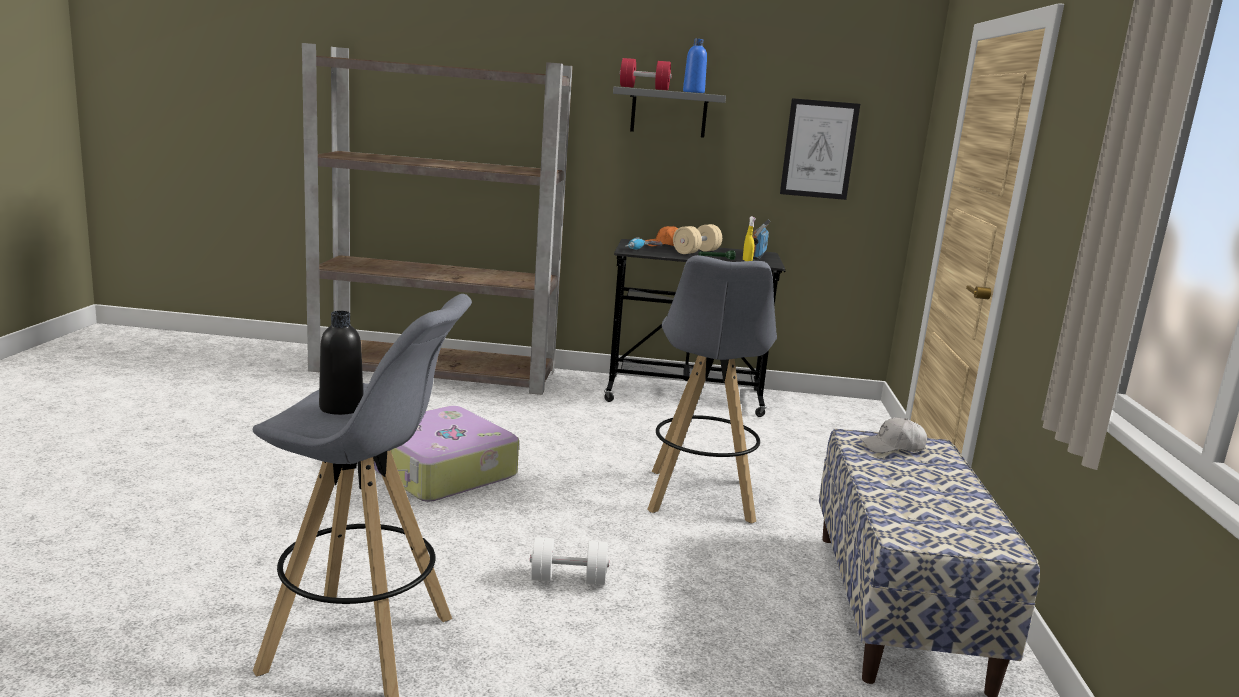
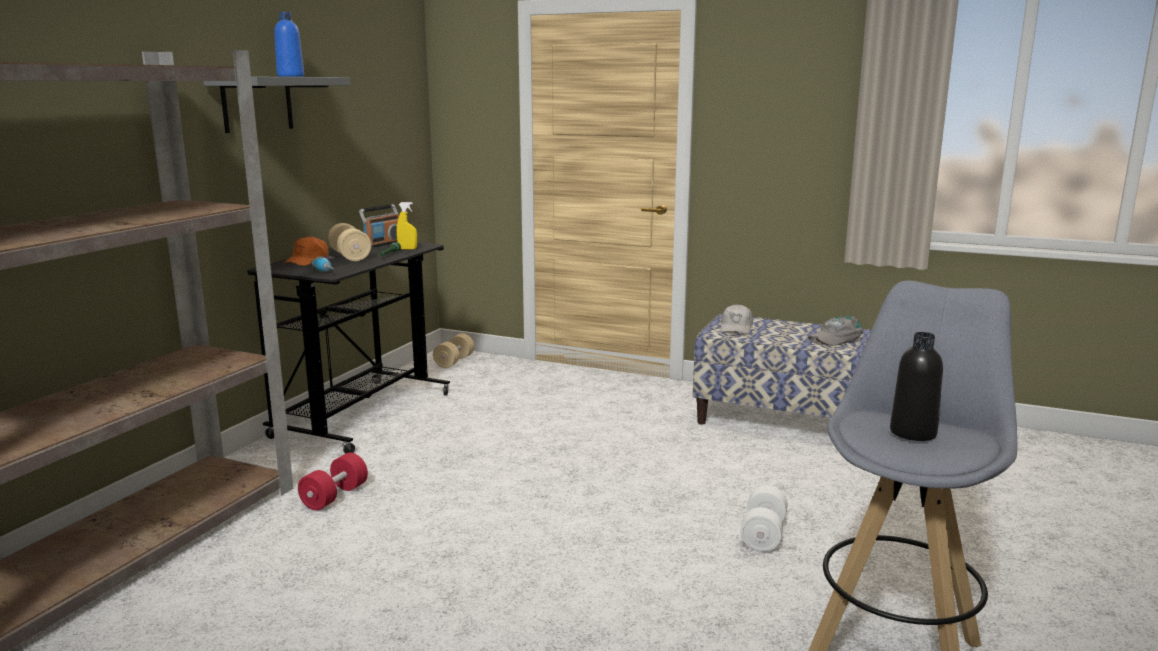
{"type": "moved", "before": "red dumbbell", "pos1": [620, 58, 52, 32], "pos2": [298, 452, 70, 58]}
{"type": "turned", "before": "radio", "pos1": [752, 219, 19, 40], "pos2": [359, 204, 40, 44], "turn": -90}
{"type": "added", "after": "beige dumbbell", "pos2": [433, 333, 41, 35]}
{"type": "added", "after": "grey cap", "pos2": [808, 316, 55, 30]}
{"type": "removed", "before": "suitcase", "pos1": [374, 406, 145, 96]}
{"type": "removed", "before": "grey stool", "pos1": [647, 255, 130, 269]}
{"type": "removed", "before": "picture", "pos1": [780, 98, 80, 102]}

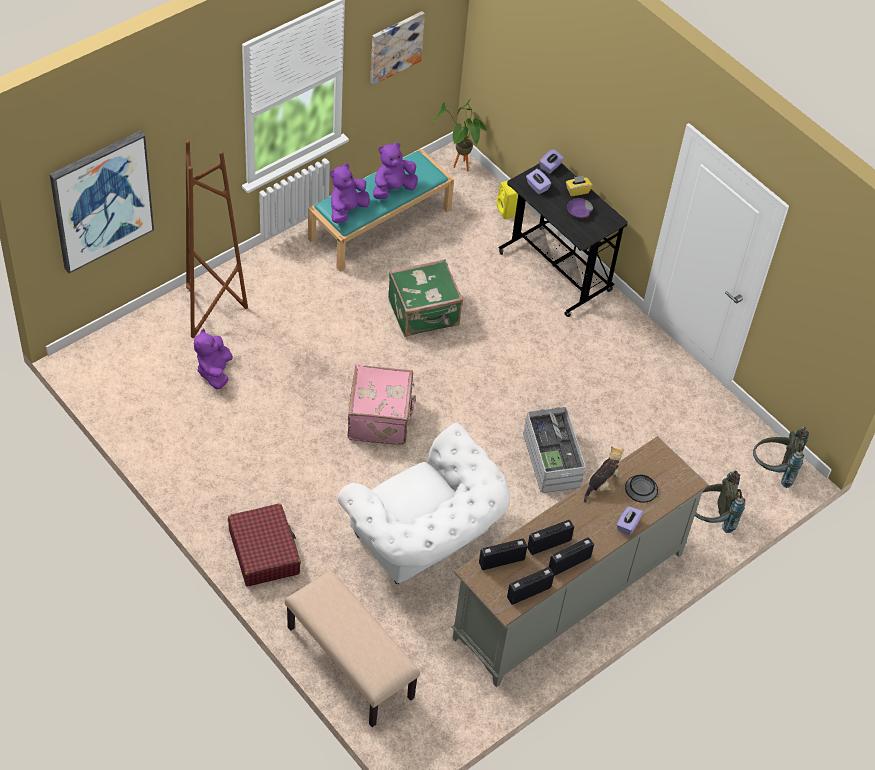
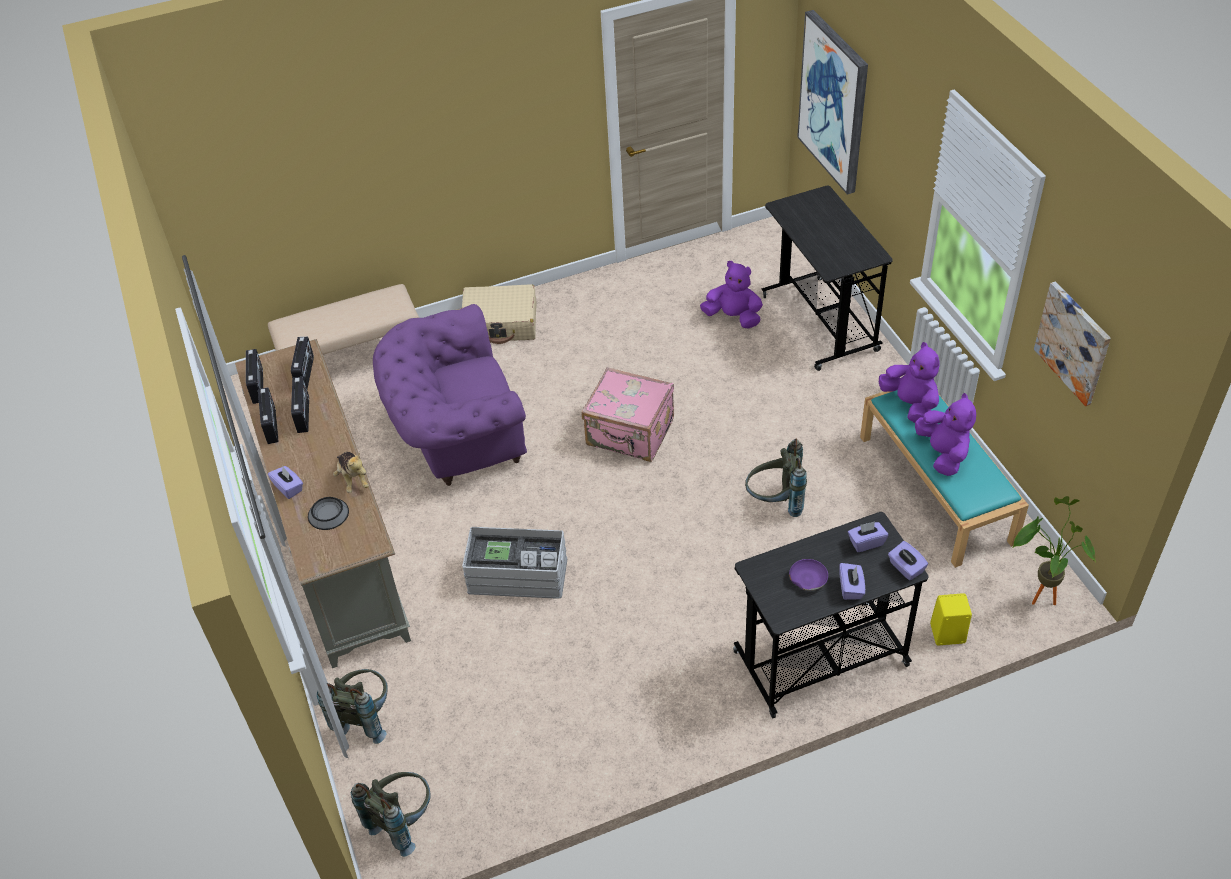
{"type": "recoloured", "before": "white armchair", "after": "purple armchair", "pos1": [337, 423, 173, 161], "pos2": [373, 304, 154, 182]}
{"type": "recoloured", "before": "red suitcase", "after": "beige suitcase", "pos1": [228, 503, 73, 84], "pos2": [462, 284, 75, 60]}
{"type": "replaced", "before": "green suitcase", "after": "grey backpack", "pos1": [388, 259, 75, 78], "pos2": [745, 439, 62, 78]}
{"type": "replaced", "before": "brown clothes rack", "after": "black desk", "pos1": [186, 140, 62, 198], "pos2": [762, 186, 131, 185]}
{"type": "recoloured", "before": "yellow tissue box", "after": "purple tissue box", "pos1": [566, 176, 27, 20], "pos2": [839, 563, 26, 37]}

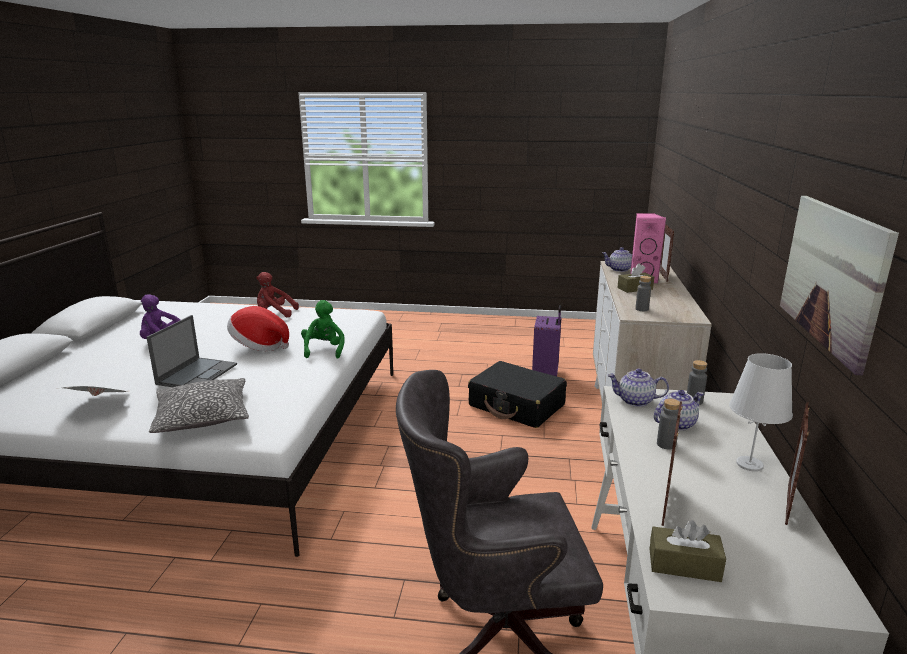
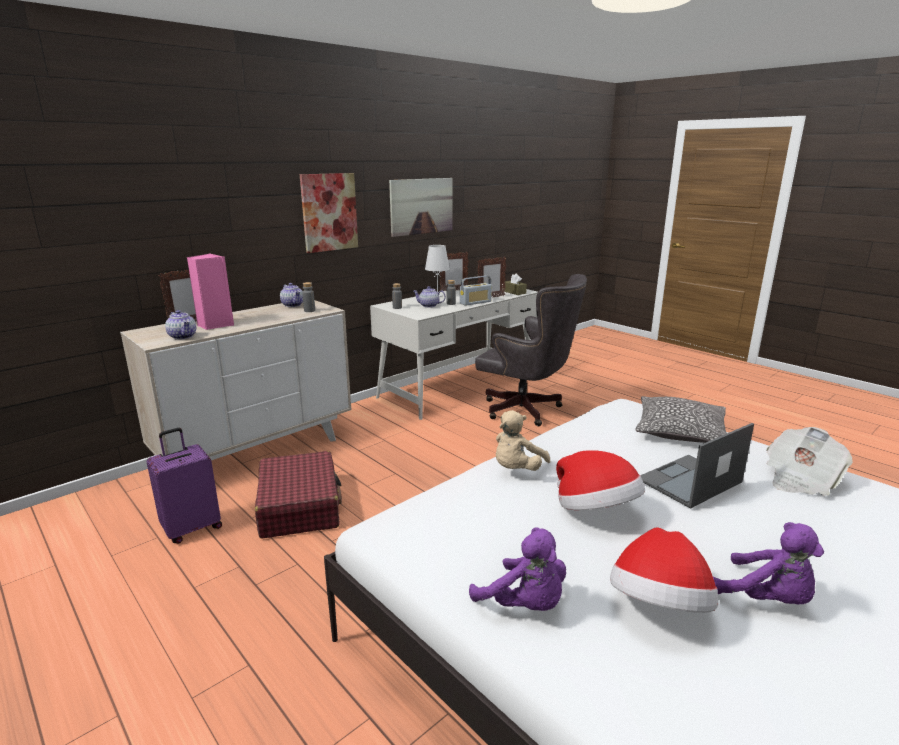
{"type": "recoloured", "before": "black suitcase", "after": "red suitcase", "pos1": [468, 361, 99, 67], "pos2": [255, 451, 87, 88]}
{"type": "moved", "before": "teapot", "pos1": [607, 368, 62, 39], "pos2": [280, 283, 23, 24]}
{"type": "added", "after": "picture", "pos2": [300, 173, 58, 80]}
{"type": "added", "after": "radio", "pos2": [460, 276, 32, 30]}
{"type": "recoloured", "before": "red plush toy", "after": "purple plush toy", "pos1": [256, 272, 43, 45], "pos2": [469, 527, 97, 84]}
{"type": "recoloured", "before": "green plush toy", "after": "beige plush toy", "pos1": [301, 300, 44, 58], "pos2": [496, 410, 54, 61]}
{"type": "added", "after": "hat", "pos2": [610, 527, 108, 86]}
{"type": "removed", "before": "brown tissue box", "pos1": [617, 263, 37, 30]}

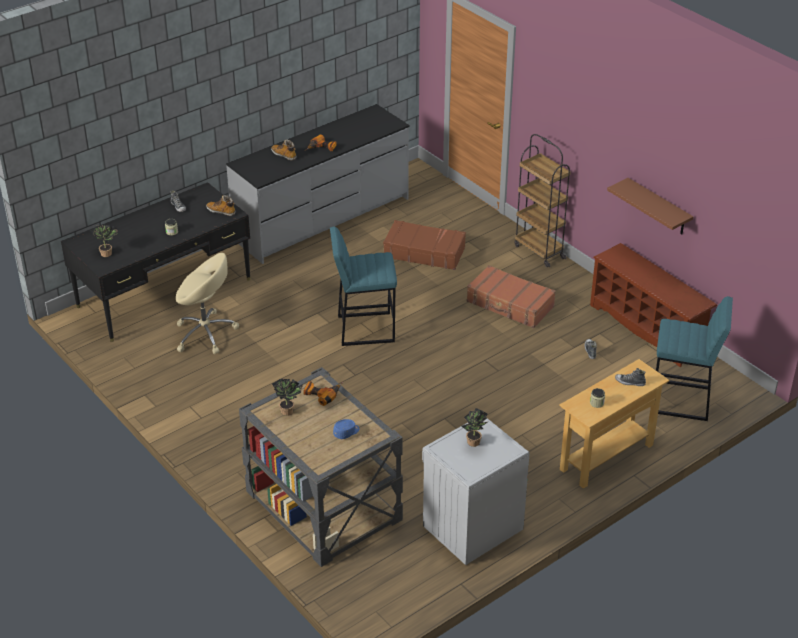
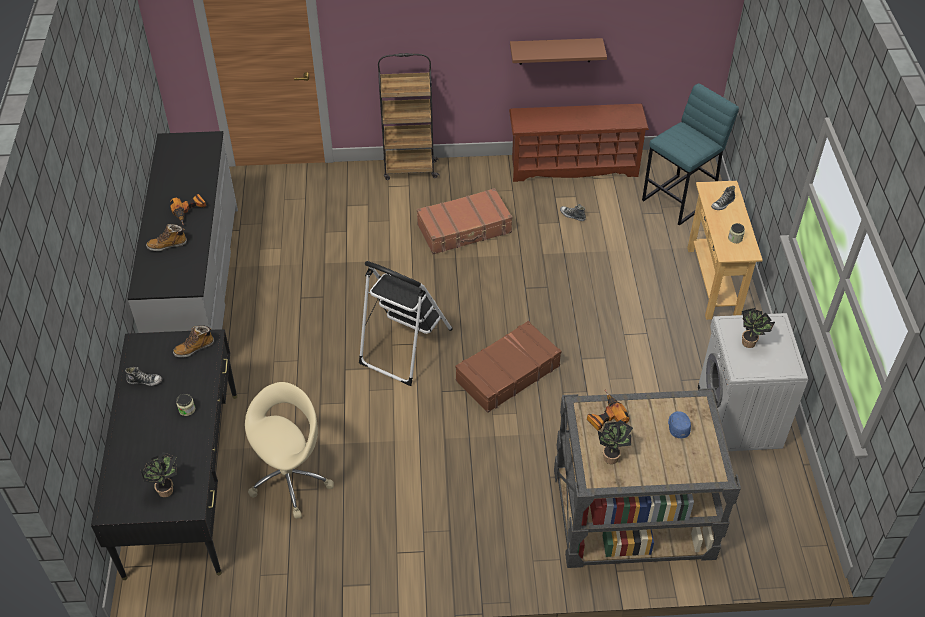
{"type": "replaced", "before": "turquoise stool", "after": "step ladder", "pos1": [330, 227, 67, 119], "pos2": [359, 261, 94, 125]}
{"type": "moved", "before": "brown suitcase", "pos1": [383, 220, 83, 50], "pos2": [456, 321, 105, 92]}

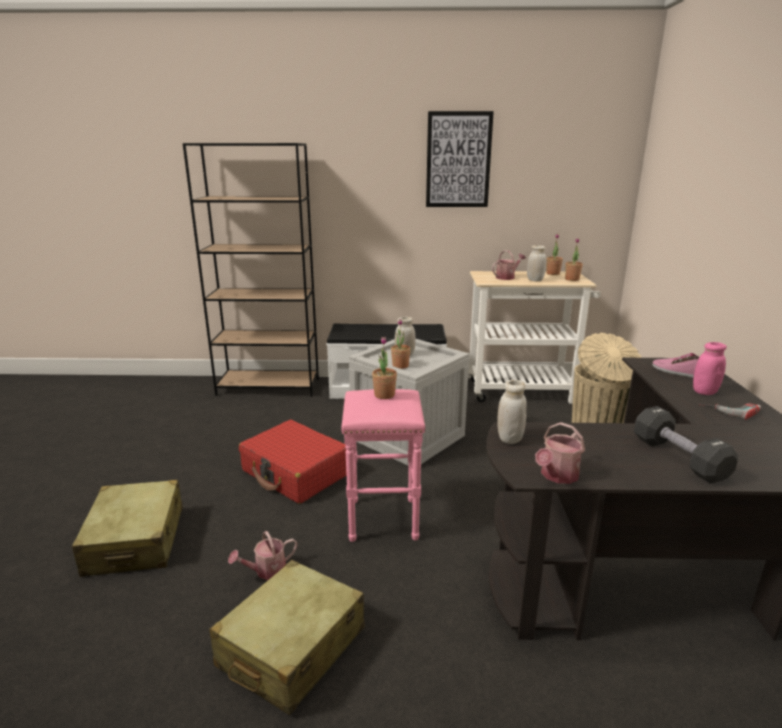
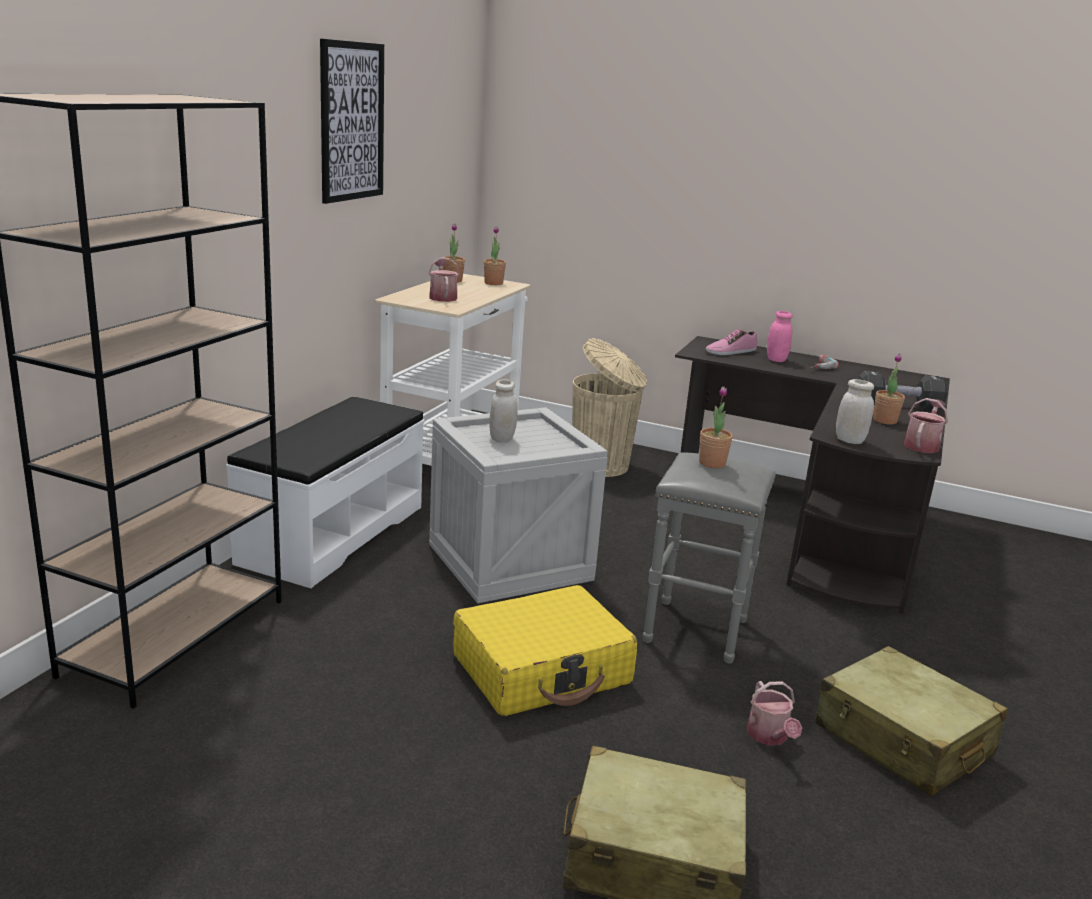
{"type": "recoloured", "before": "red suitcase", "after": "yellow suitcase", "pos1": [239, 420, 108, 84], "pos2": [453, 585, 184, 131]}
{"type": "recoloured", "before": "pink stool", "after": "grey stool", "pos1": [341, 389, 84, 153], "pos2": [643, 452, 133, 212]}
{"type": "moved", "before": "potted plant", "pos1": [391, 319, 20, 50], "pos2": [873, 354, 32, 70]}
{"type": "turned", "before": "watering can", "pos1": [535, 422, 50, 62], "pos2": [904, 398, 44, 55], "turn": -120}
{"type": "removed", "before": "white jar", "pos1": [527, 245, 19, 37]}

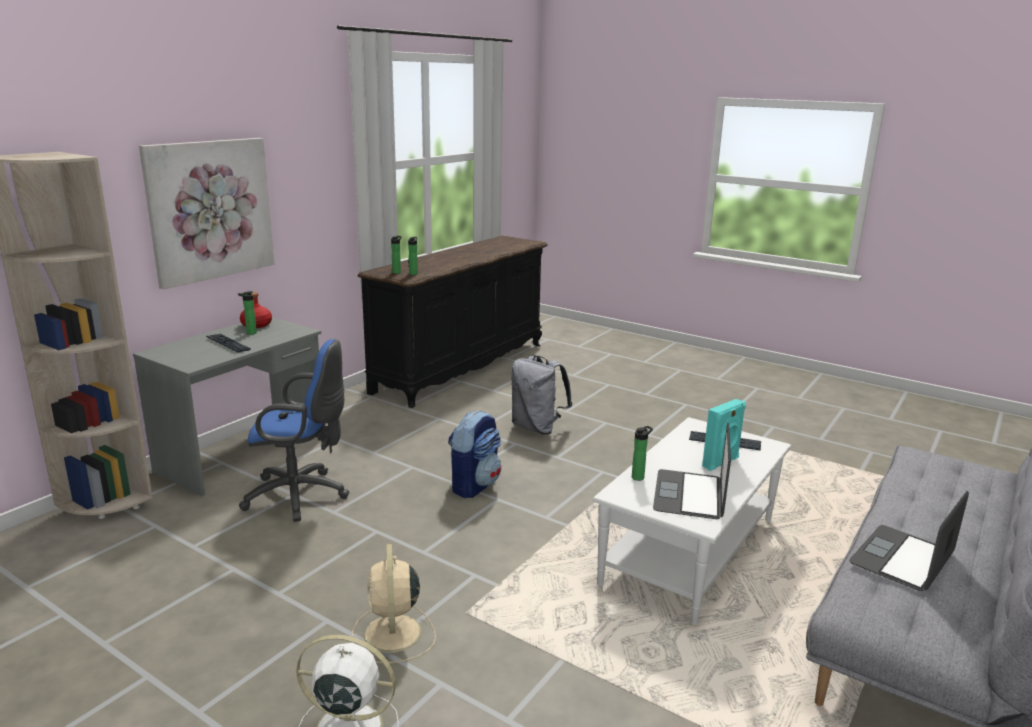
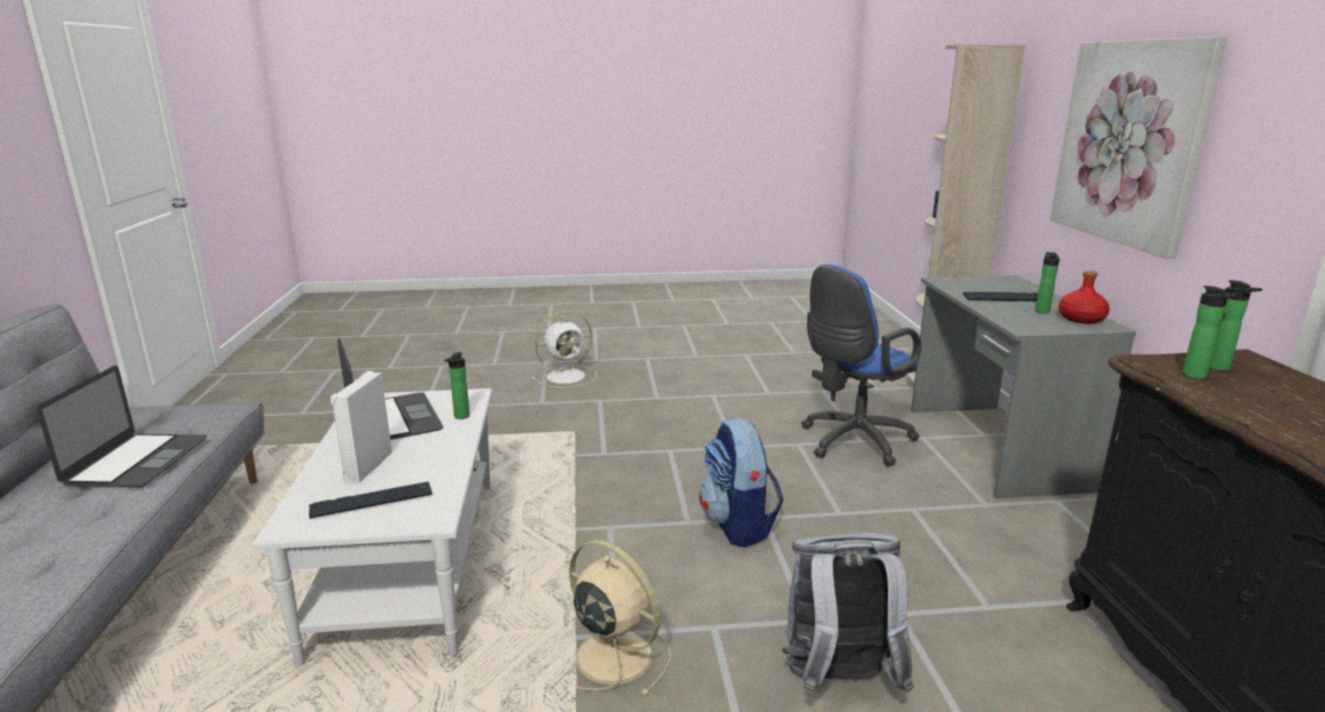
{"type": "recoloured", "before": "turquoise speaker", "after": "white speaker", "pos1": [702, 399, 44, 72], "pos2": [330, 371, 62, 112]}
{"type": "moved", "before": "beige fan", "pos1": [352, 544, 84, 119], "pos2": [559, 540, 112, 157]}

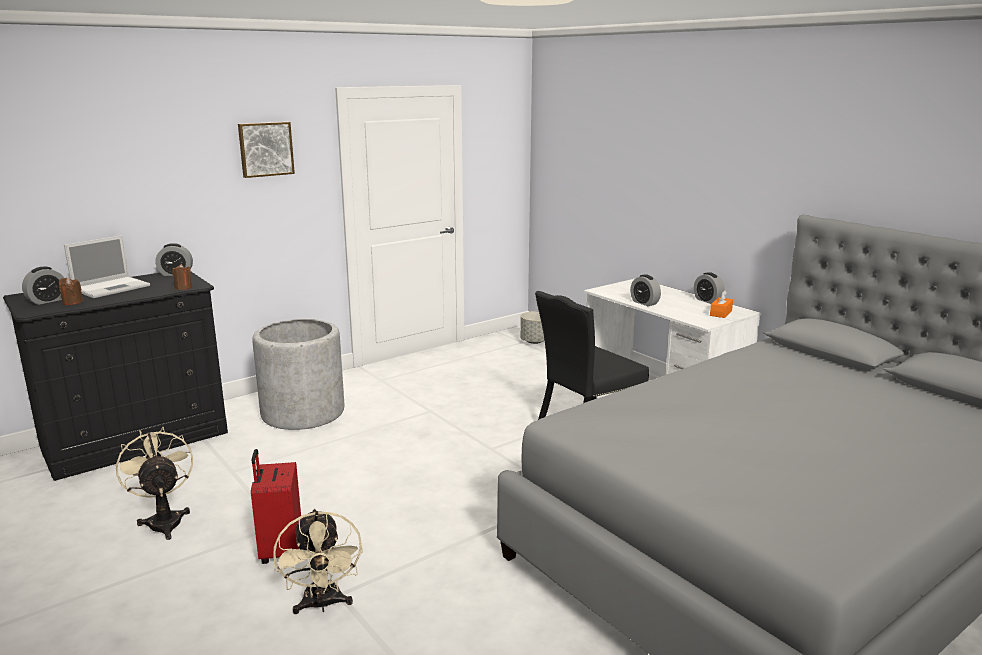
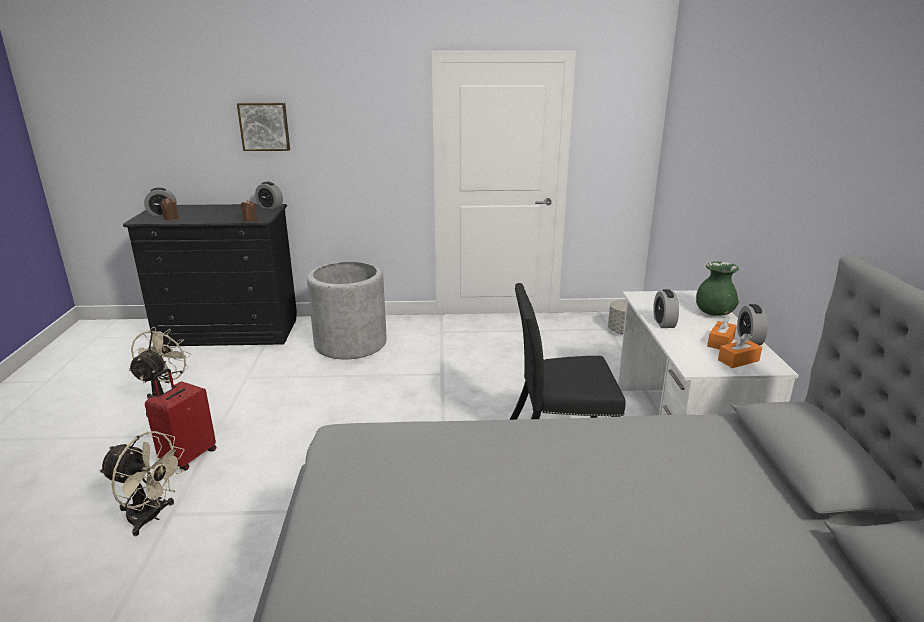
{"type": "turned", "before": "beige fan", "pos1": [273, 509, 90, 105], "pos2": [99, 431, 86, 105], "turn": -90}
{"type": "moved", "before": "picture", "pos1": [238, 122, 57, 56], "pos2": [237, 103, 53, 48]}
{"type": "added", "after": "green vase", "pos2": [696, 261, 43, 55]}
{"type": "added", "after": "orange tissue box", "pos2": [707, 316, 30, 34]}
{"type": "removed", "before": "laptop", "pos1": [64, 235, 86, 63]}

